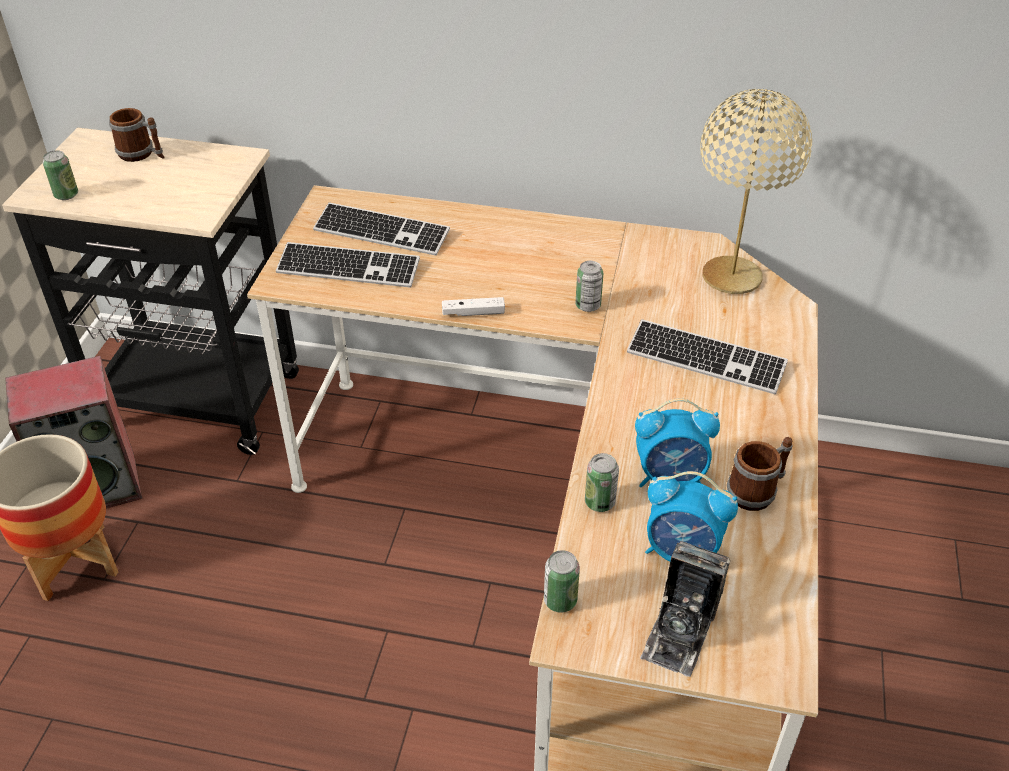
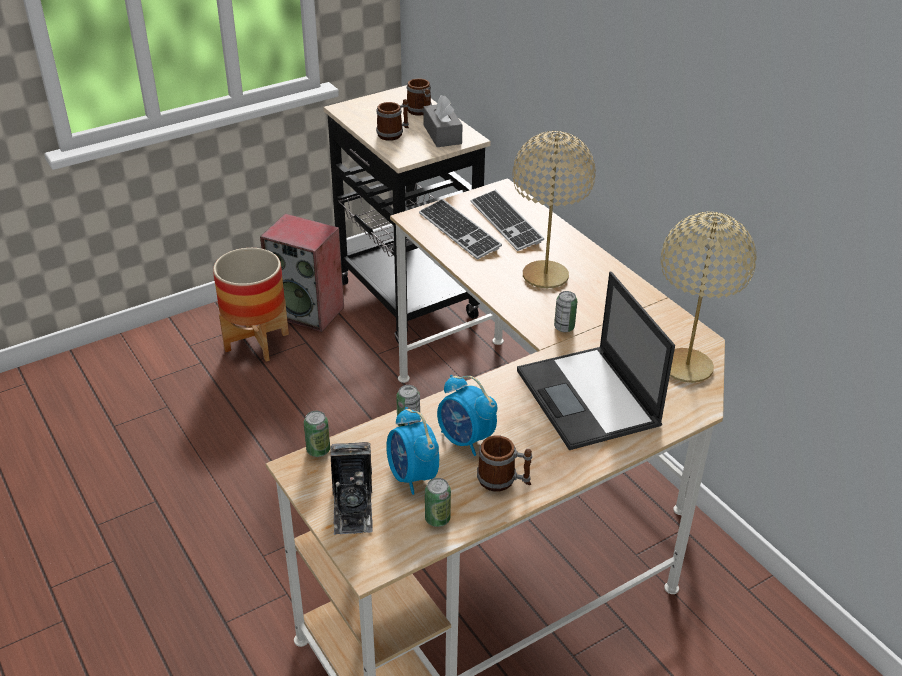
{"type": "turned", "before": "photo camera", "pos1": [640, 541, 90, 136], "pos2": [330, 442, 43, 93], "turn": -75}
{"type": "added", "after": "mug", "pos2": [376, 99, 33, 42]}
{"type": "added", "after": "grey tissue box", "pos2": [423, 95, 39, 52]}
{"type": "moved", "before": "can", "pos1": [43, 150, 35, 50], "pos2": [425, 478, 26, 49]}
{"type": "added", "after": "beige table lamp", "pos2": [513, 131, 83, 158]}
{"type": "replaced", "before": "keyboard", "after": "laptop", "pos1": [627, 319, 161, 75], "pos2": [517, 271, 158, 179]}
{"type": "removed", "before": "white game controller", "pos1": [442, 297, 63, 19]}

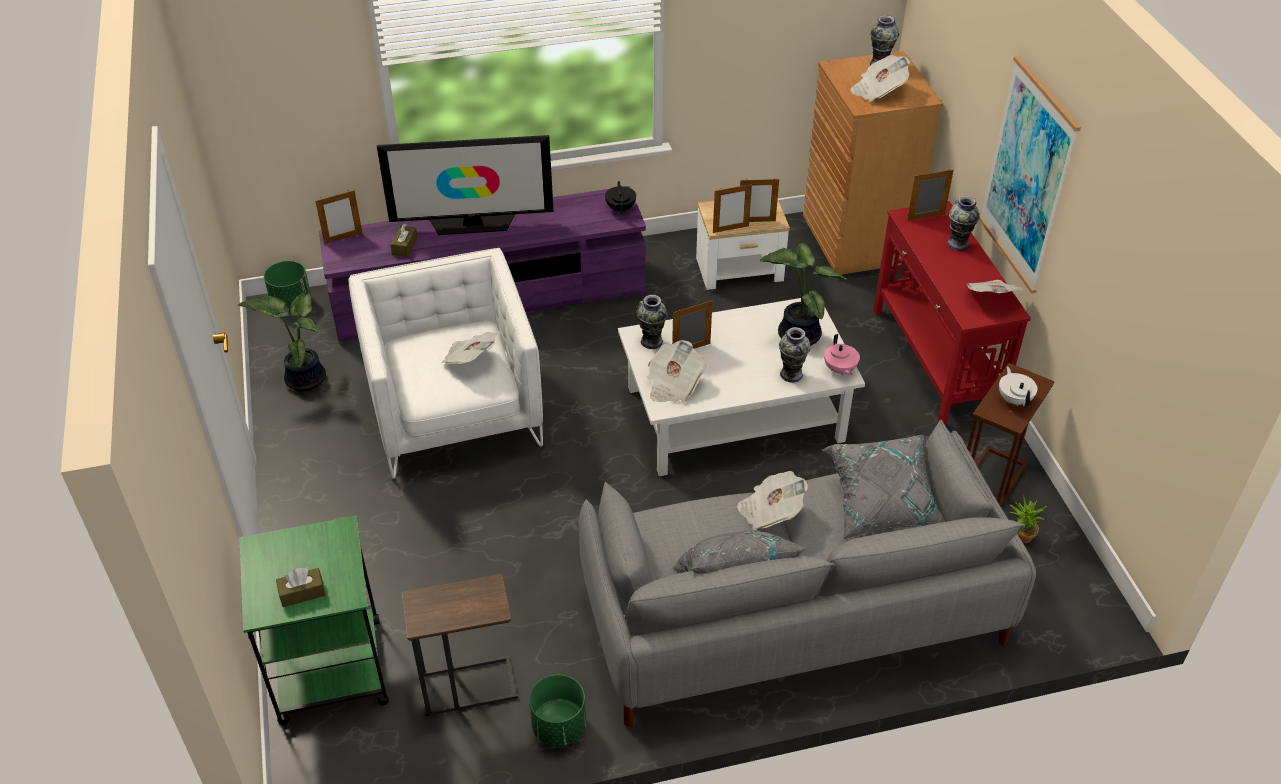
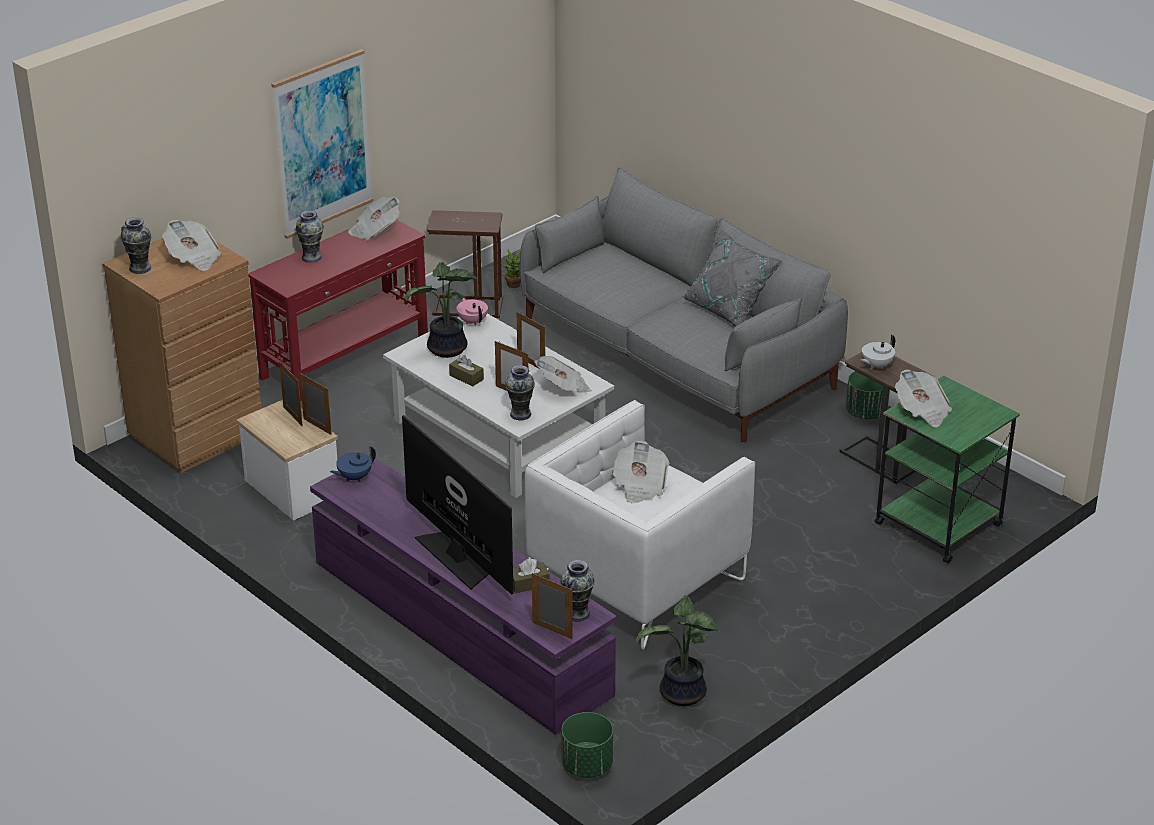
{"type": "recoloured", "before": "black teapot", "after": "blue teapot", "pos1": [605, 181, 31, 32], "pos2": [330, 446, 46, 36]}
{"type": "moved", "before": "brown tissue box", "pos1": [276, 567, 49, 40], "pos2": [449, 355, 35, 32]}
{"type": "turned", "before": "pink teapot", "pos1": [824, 334, 36, 42], "pos2": [457, 298, 31, 27], "turn": -75}
{"type": "moved", "before": "picture frame", "pos1": [907, 170, 47, 51], "pos2": [517, 312, 28, 58]}
{"type": "moved", "before": "vase", "pos1": [779, 327, 32, 56], "pos2": [560, 560, 35, 62]}
{"type": "moved", "before": "white teapot", "pos1": [999, 366, 39, 41], "pos2": [860, 335, 35, 34]}
{"type": "moved", "before": "newspaper", "pos1": [737, 471, 71, 59], "pos2": [895, 369, 57, 58]}
{"type": "removed", "before": "grey pillow", "pos1": [822, 435, 123, 105]}

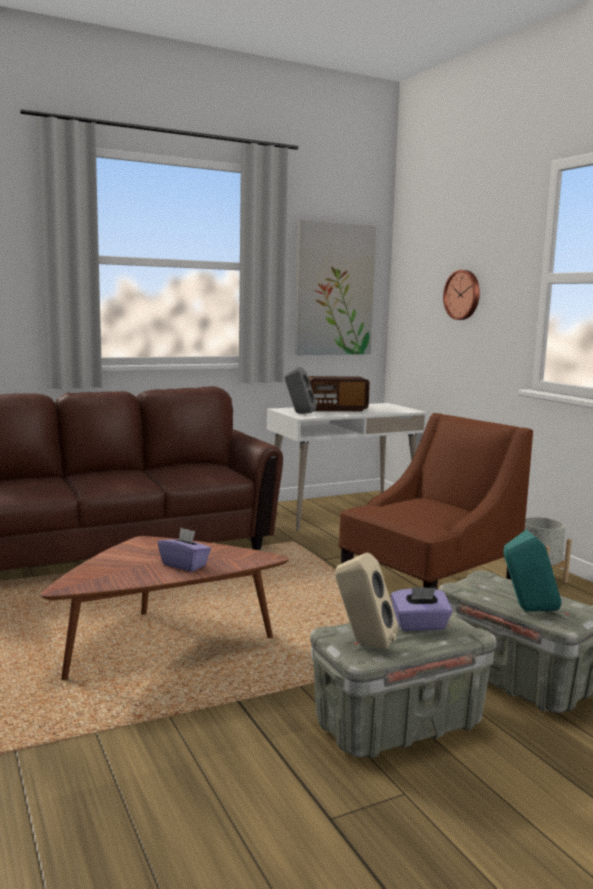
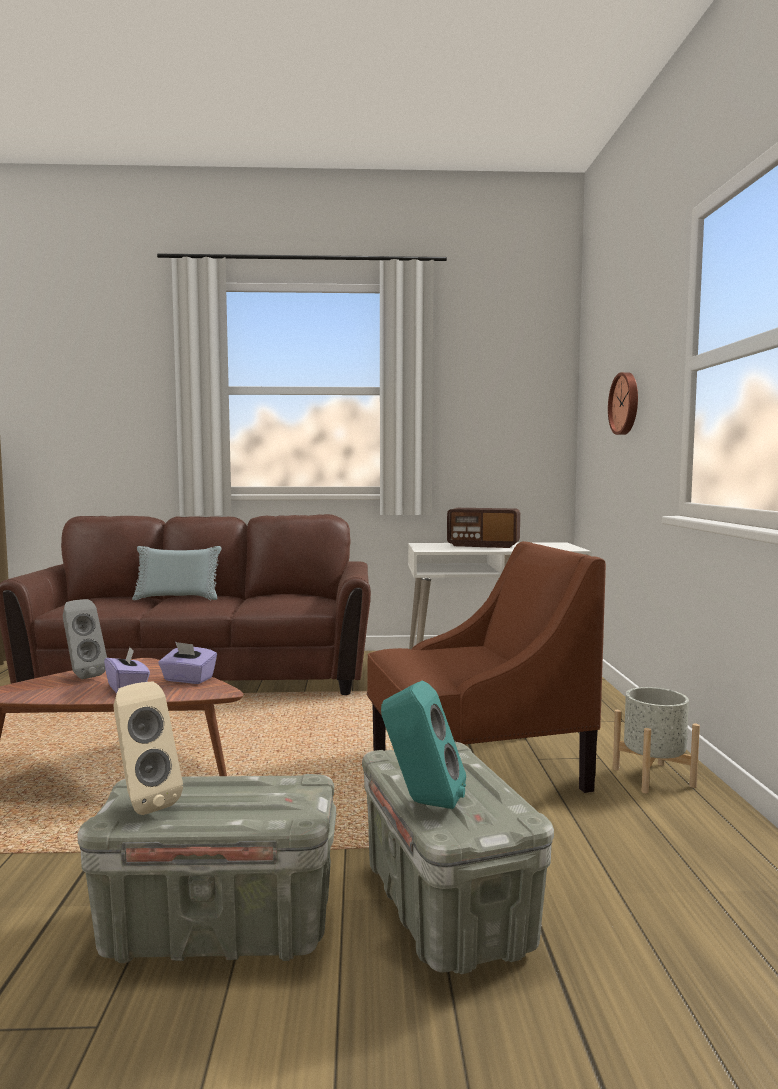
{"type": "moved", "before": "grey speaker", "pos1": [285, 367, 32, 47], "pos2": [63, 599, 44, 80]}
{"type": "added", "after": "blue pillow", "pos2": [132, 546, 89, 55]}
{"type": "moved", "before": "purple tissue box", "pos1": [391, 587, 62, 44], "pos2": [158, 642, 59, 42]}
{"type": "removed", "before": "picture", "pos1": [295, 220, 81, 135]}

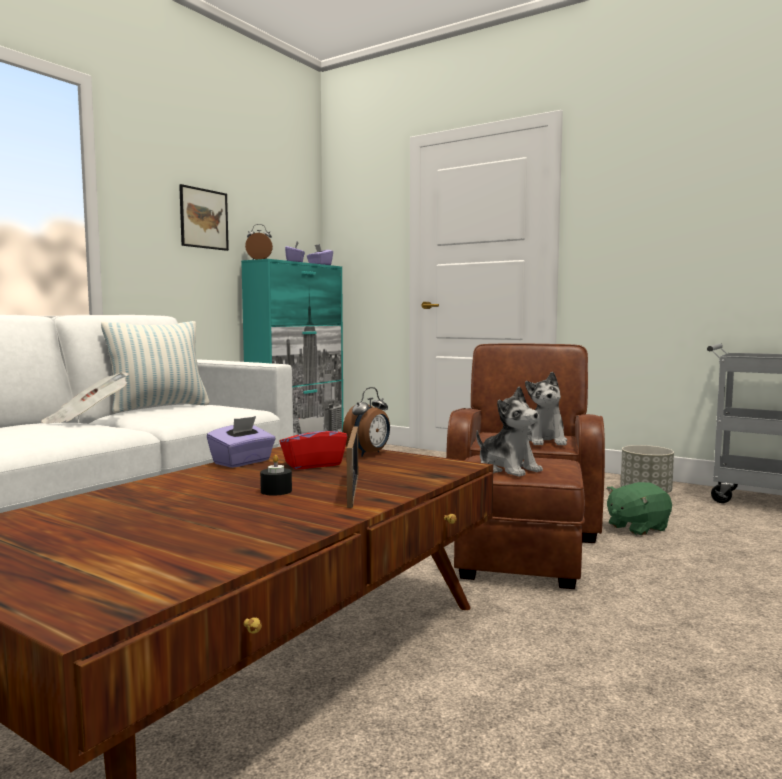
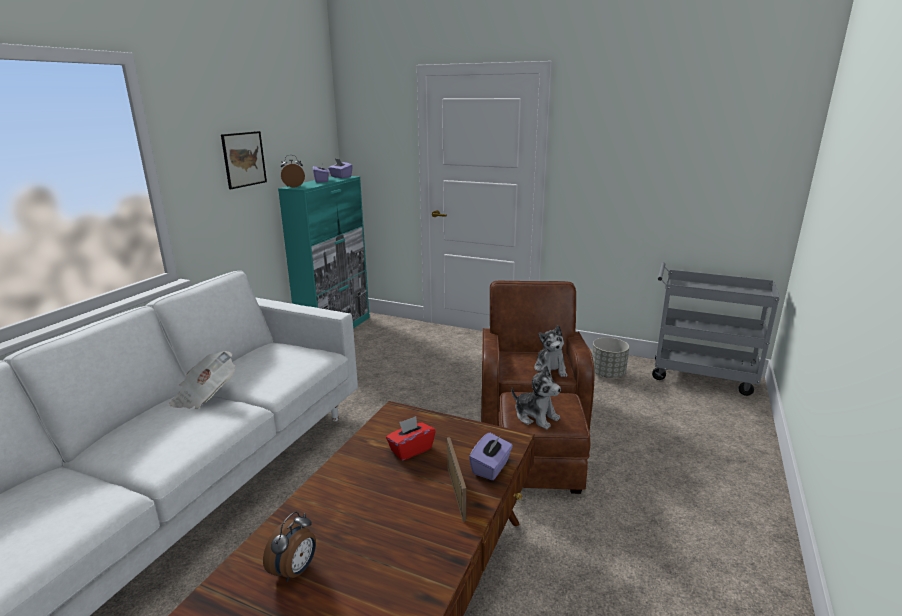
{"type": "moved", "before": "alarm clock", "pos1": [343, 387, 47, 70], "pos2": [263, 512, 53, 70]}
{"type": "moved", "before": "purple tissue box", "pos1": [207, 416, 69, 52], "pos2": [469, 433, 44, 47]}
{"type": "removed", "before": "pillow", "pos1": [101, 321, 109, 92]}
{"type": "removed", "before": "black candle", "pos1": [260, 455, 32, 41]}
{"type": "removed", "before": "green plush toy", "pos1": [606, 482, 66, 53]}

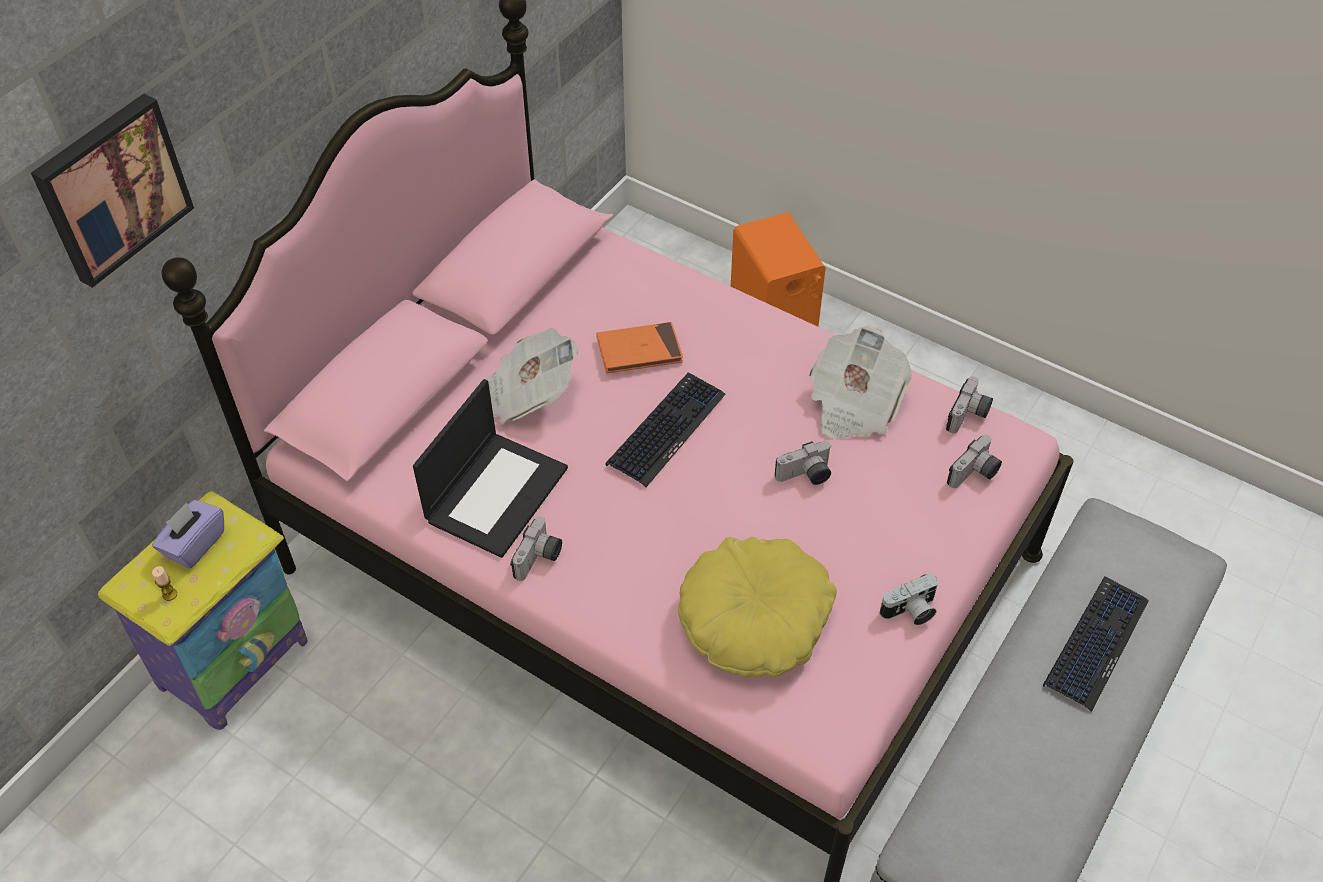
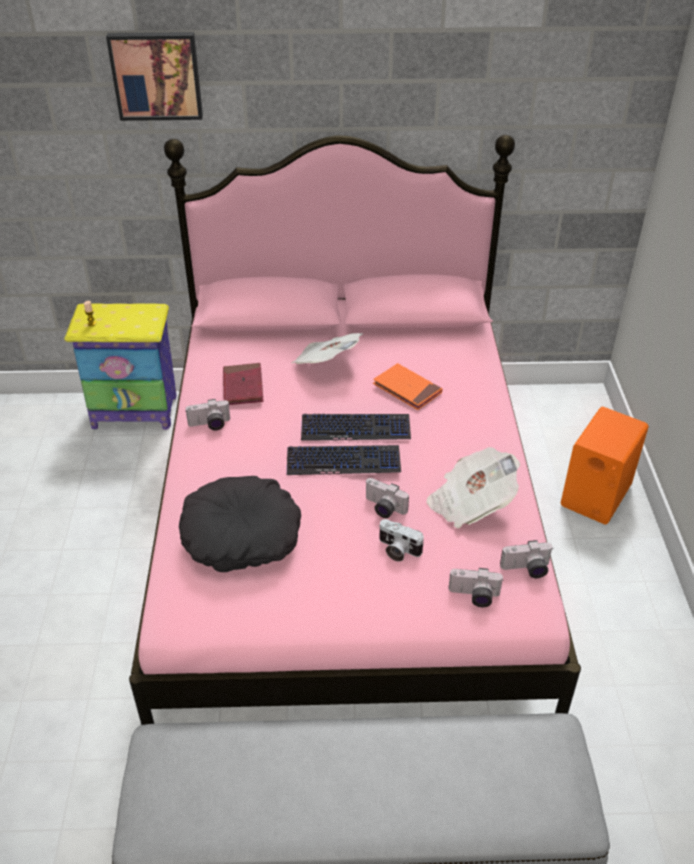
{"type": "recoloured", "before": "yellow pillow", "after": "black pillow", "pos1": [678, 537, 159, 140], "pos2": [179, 476, 122, 96]}
{"type": "replaced", "before": "laptop", "after": "red book", "pos1": [413, 379, 155, 179], "pos2": [223, 363, 41, 42]}
{"type": "moved", "before": "keyboard", "pos1": [1043, 576, 106, 136], "pos2": [287, 445, 114, 30]}
{"type": "moved", "before": "photo camera", "pos1": [880, 574, 58, 51], "pos2": [379, 519, 45, 43]}
{"type": "removed", "before": "purple tissue box", "pos1": [152, 500, 72, 69]}

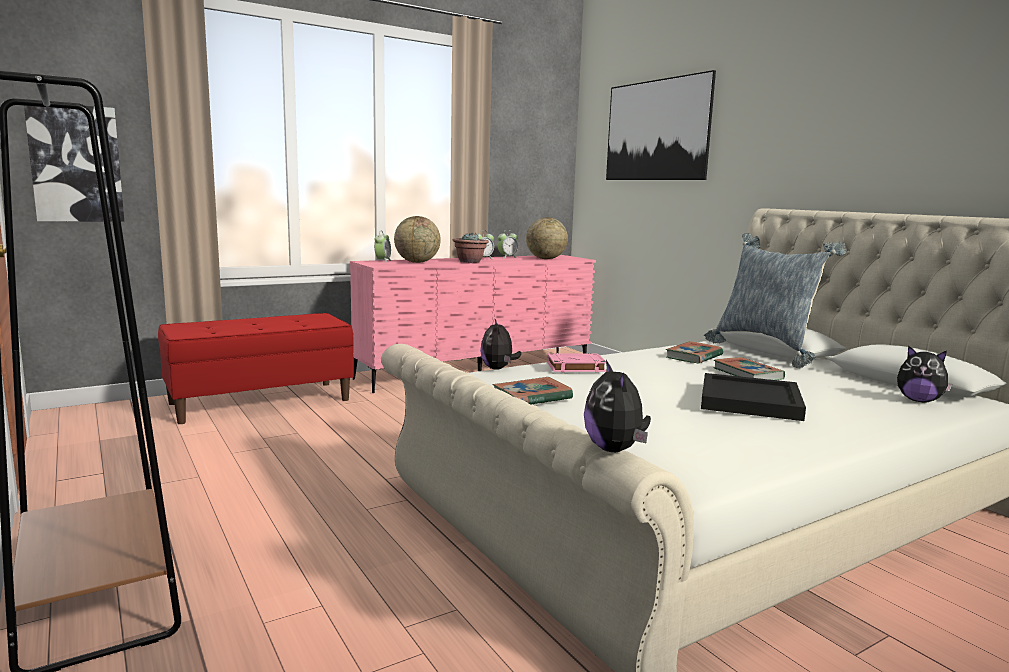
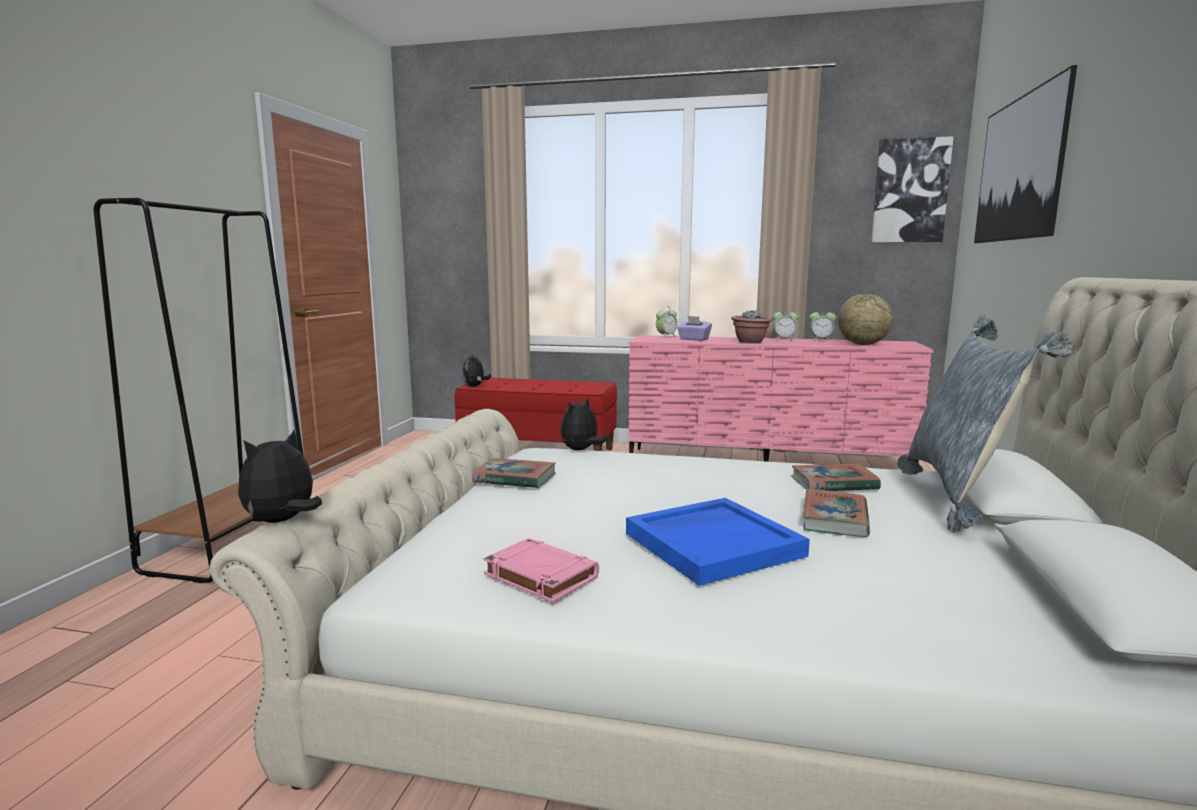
{"type": "moved", "before": "plush toy", "pos1": [897, 345, 56, 58], "pos2": [462, 354, 29, 33]}
{"type": "moved", "before": "pink book", "pos1": [547, 353, 59, 19], "pos2": [483, 538, 116, 65]}
{"type": "recoloured", "before": "black tray", "after": "blue tray", "pos1": [701, 373, 105, 48], "pos2": [626, 498, 184, 88]}
{"type": "replaced", "before": "globe", "after": "purple tissue box", "pos1": [394, 216, 47, 47], "pos2": [677, 316, 35, 25]}
{"type": "moved", "before": "picture", "pos1": [24, 106, 100, 115], "pos2": [871, 136, 83, 107]}

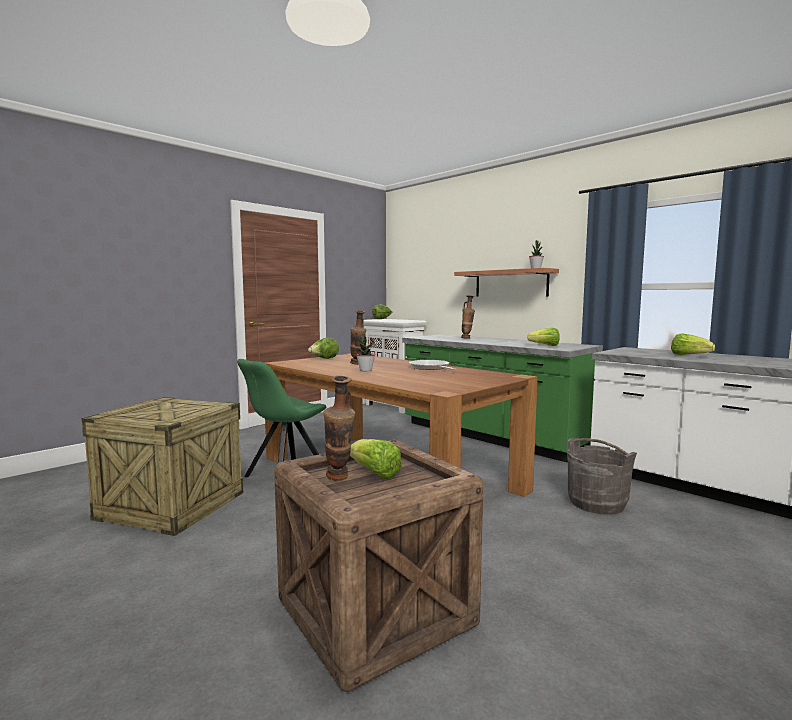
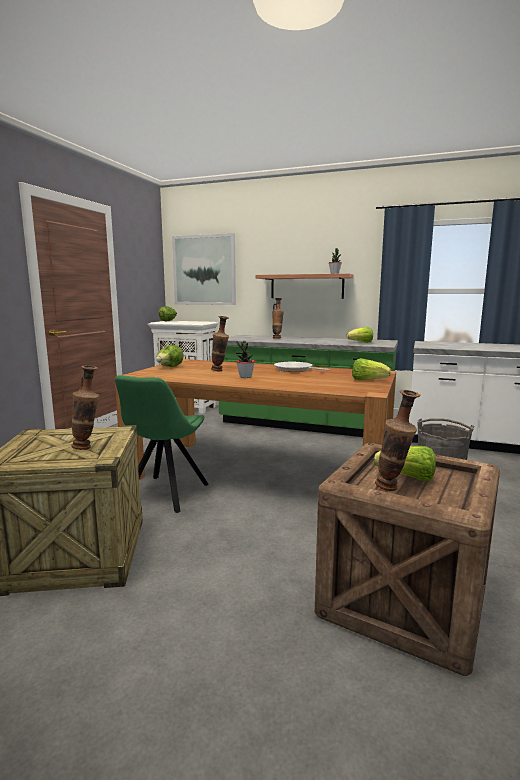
{"type": "added", "after": "vase", "pos2": [71, 366, 28, 84]}
{"type": "added", "after": "picture", "pos2": [172, 233, 64, 72]}
{"type": "moved", "before": "lettuce", "pos1": [671, 333, 44, 22], "pos2": [352, 358, 39, 22]}

